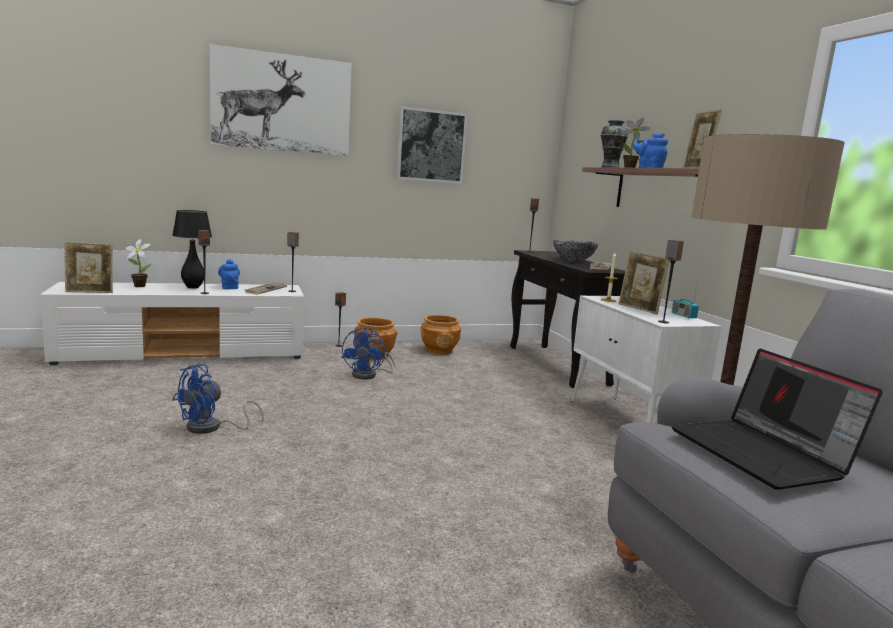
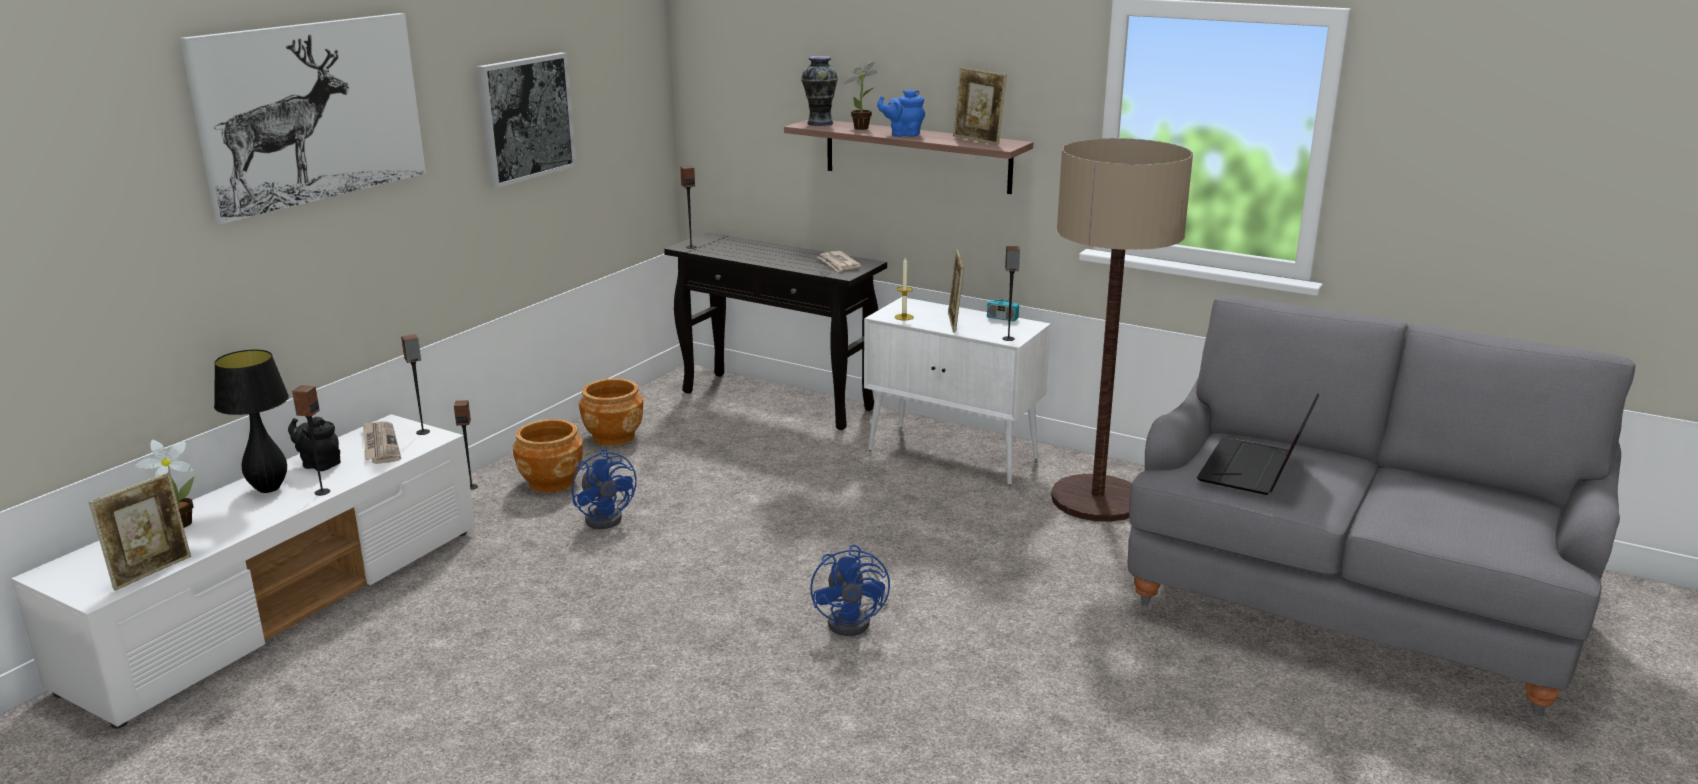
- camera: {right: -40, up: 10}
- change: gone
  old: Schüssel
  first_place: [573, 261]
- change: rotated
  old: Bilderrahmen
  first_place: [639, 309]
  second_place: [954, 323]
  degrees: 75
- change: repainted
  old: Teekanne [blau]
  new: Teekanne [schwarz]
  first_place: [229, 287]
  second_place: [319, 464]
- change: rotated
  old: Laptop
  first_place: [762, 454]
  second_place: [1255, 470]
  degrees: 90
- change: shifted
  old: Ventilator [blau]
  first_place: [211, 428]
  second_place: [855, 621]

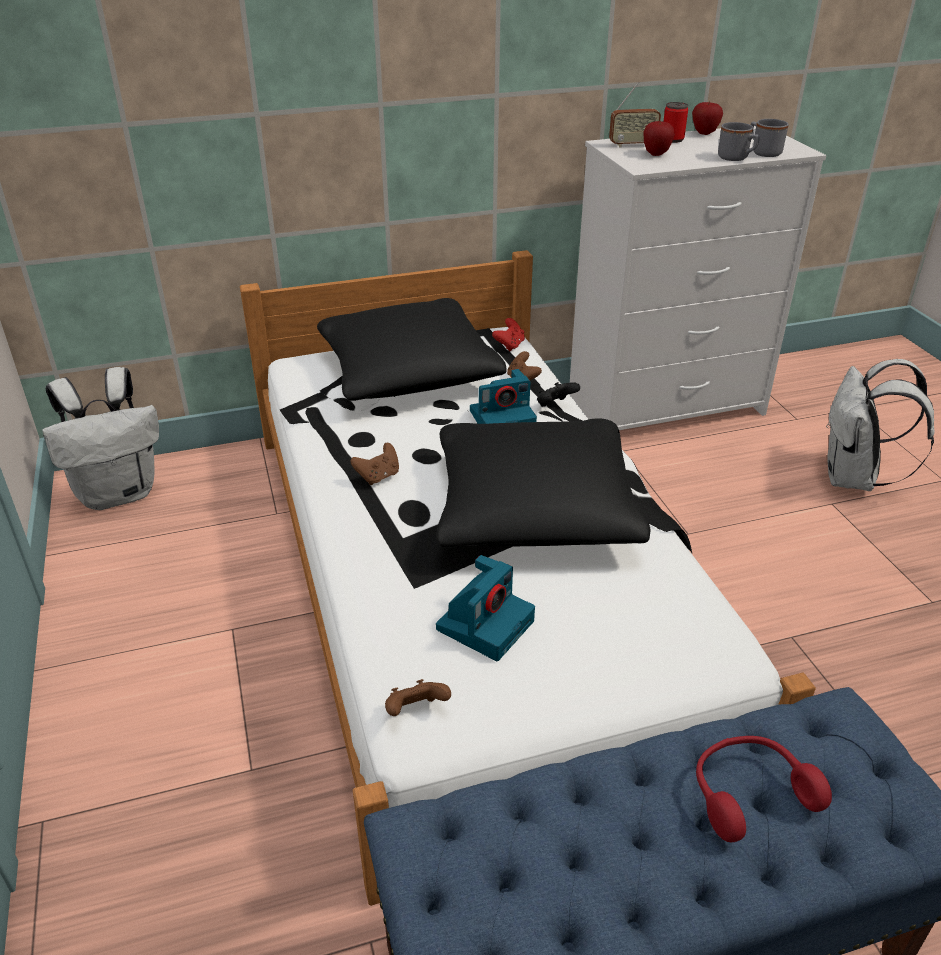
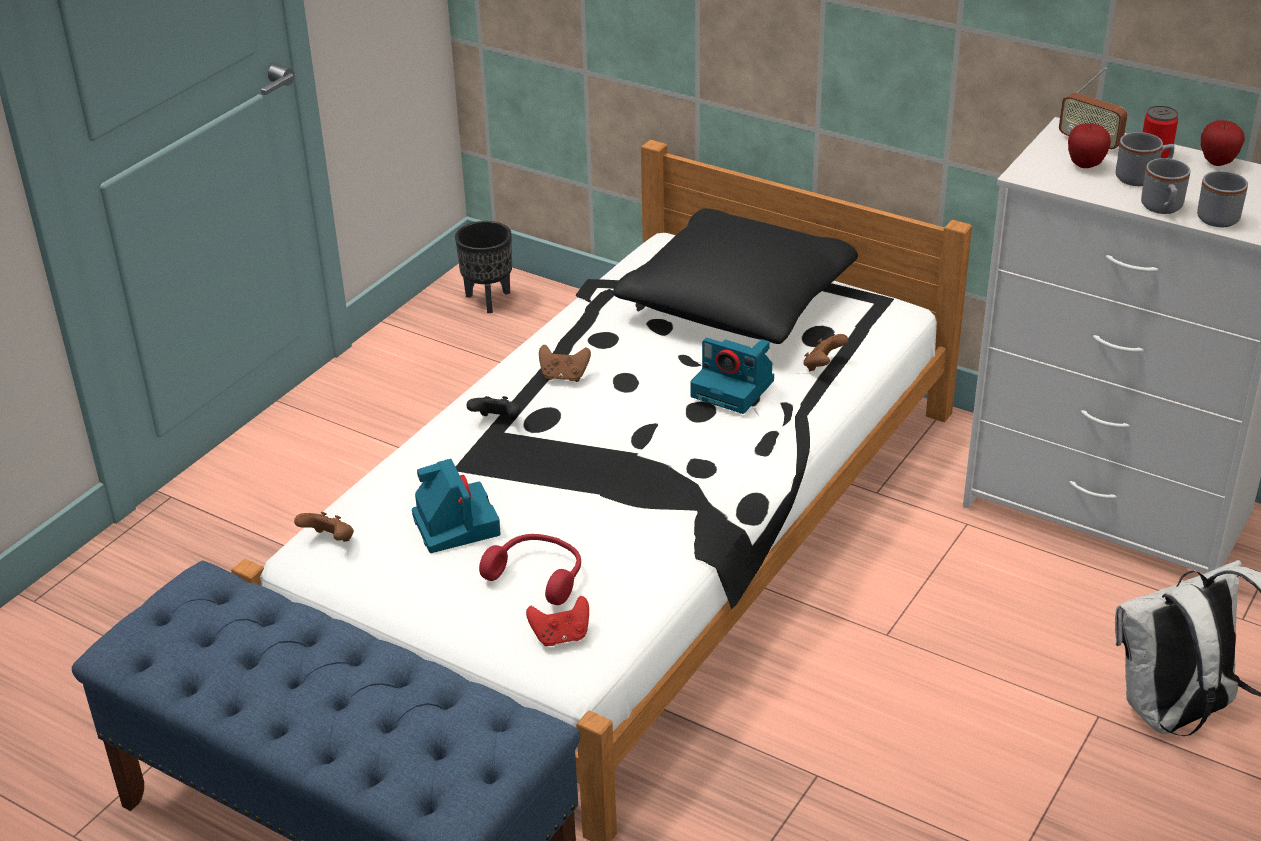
- camera: {right: 50, up: 0}
- change: shifted
  old: Gamepad [rot]
  first_place: [509, 345]
  second_place: [561, 636]
- change: swapped
  old: Rucksack [weiß]
  new: Pflanzkübel [schwarz]
  first_place: [120, 493]
  second_place: [489, 300]
- change: shifted
  old: Gamepad [schwarz]
  first_place: [555, 405]
  second_place: [497, 421]
- change: gone
  old: Kissen [schwarz]
  first_place: [534, 509]
- change: rotated
  old: Kamera
  first_place: [485, 623]
  second_place: [454, 523]
  degrees: -105
- change: shifted
  old: Kopfhörer [rot]
  first_place: [748, 793]
  second_place: [538, 575]
- change: new
  new: Henkelbecher [grau]
  second_place: [1142, 178]

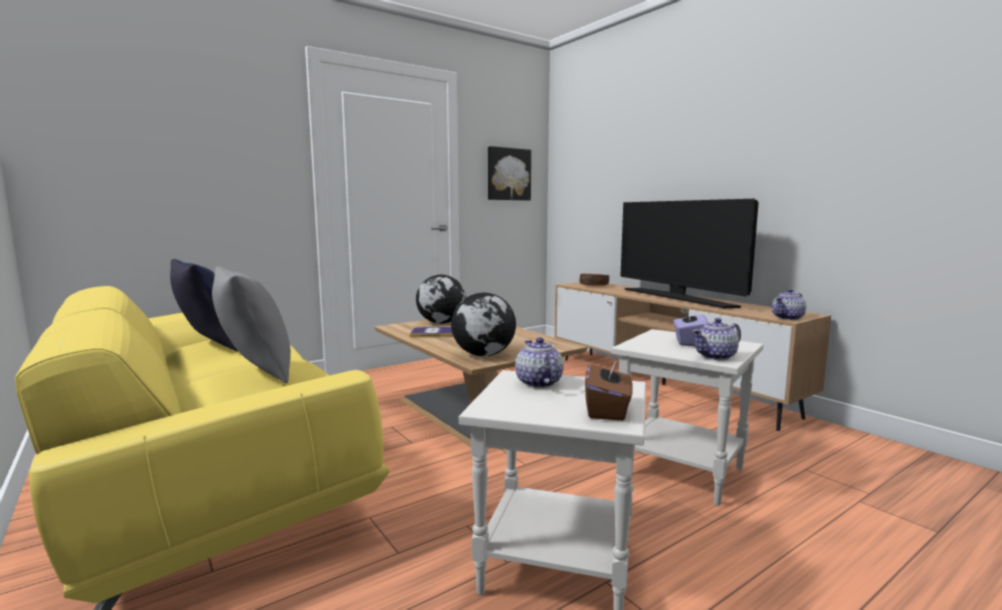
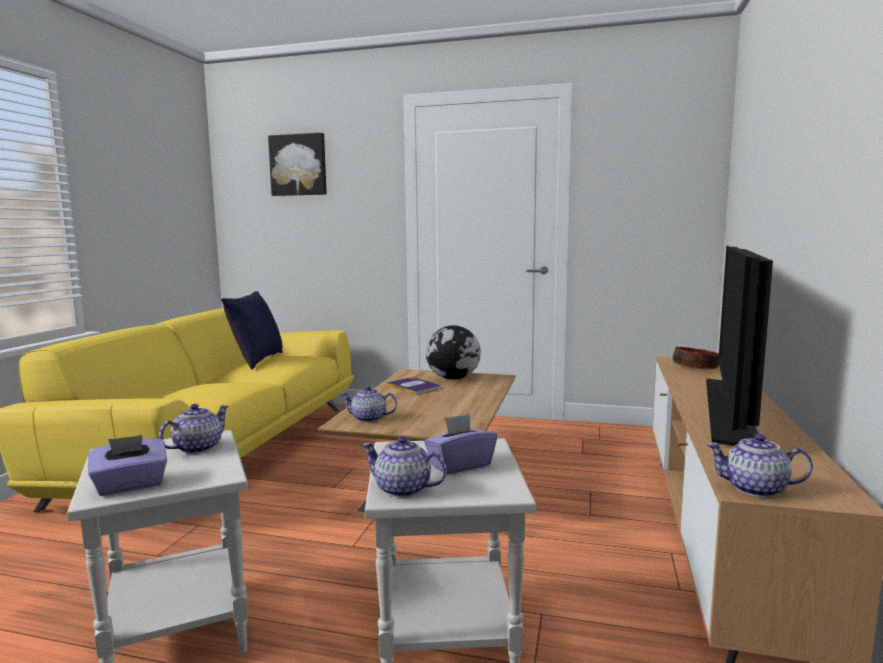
- camera: {right: 50, up: 0}
- change: shifted
  old: Bild
  first_place: [508, 174]
  second_place: [299, 165]
- change: gone
  old: Kissen [grau]
  first_place: [255, 373]
- change: swapped
  old: Globus
  new: Teekanne
  first_place: [484, 355]
  second_place: [369, 419]
- change: repainted
  old: Taschentuchbox [braun]
  new: Taschentuchbox [lila]
  first_place: [607, 410]
  second_place: [131, 485]

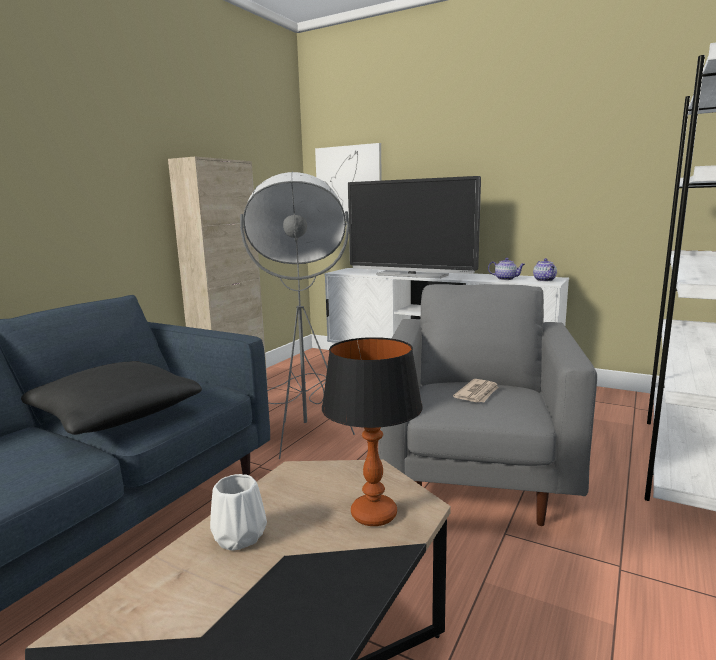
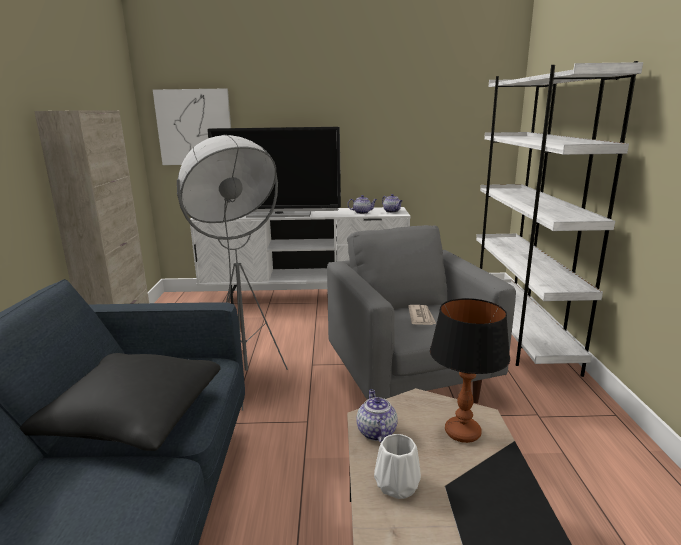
- camera: {right: -30, up: 5}
- change: new
  new: Teekanne
  second_place: [376, 432]

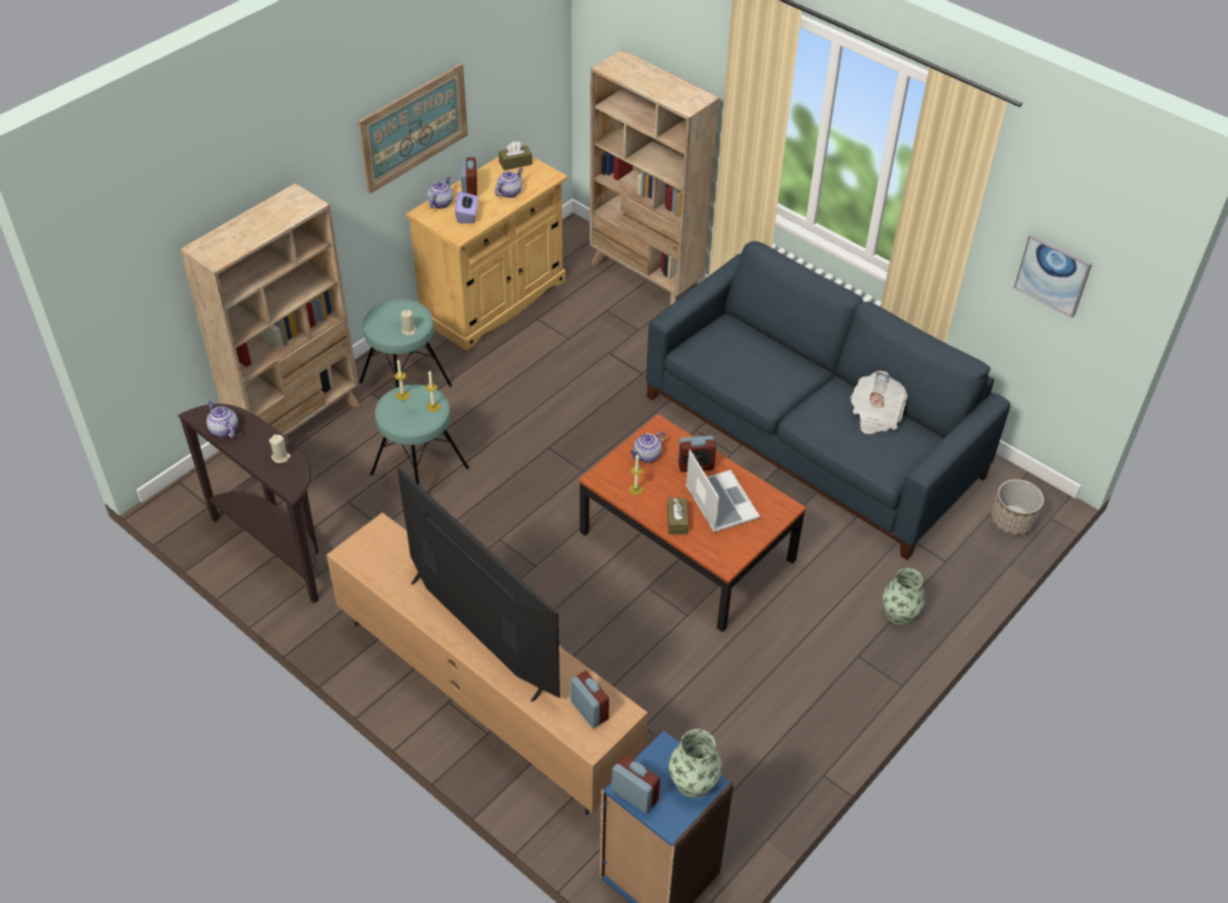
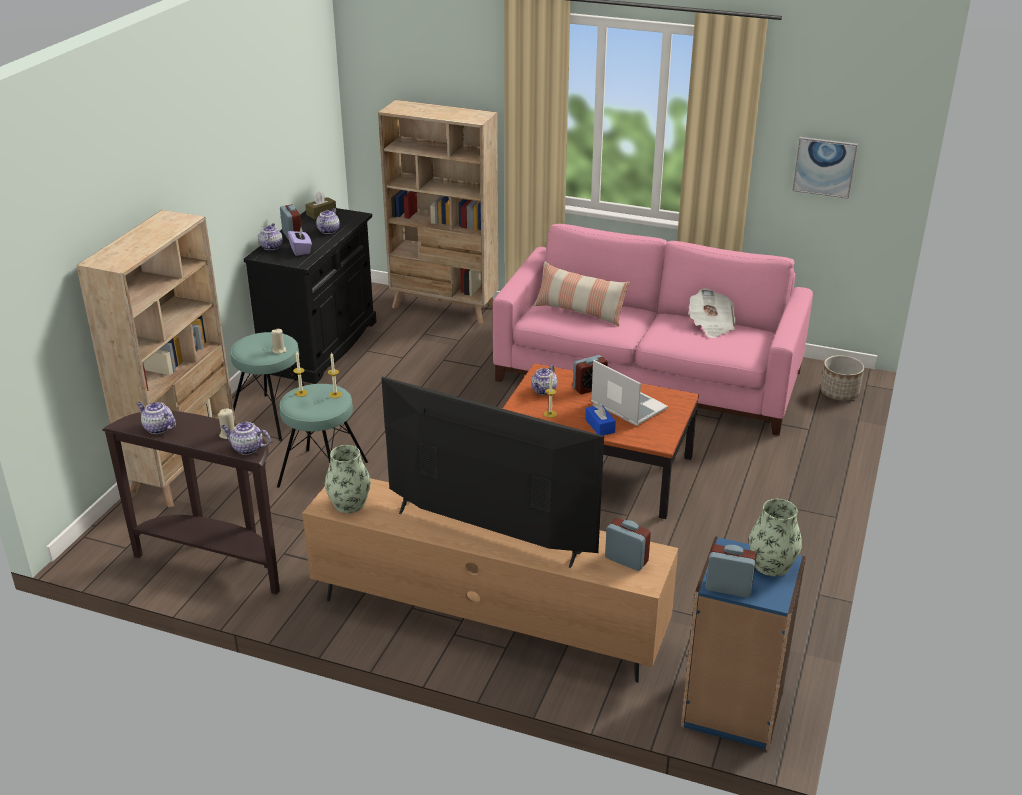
- camera: {right: -20, up: -15}
- change: gone
  old: Bild
  first_place: [414, 127]
- change: repainted
  old: Schrank [beige]
  new: Schrank [schwarz]
  first_place: [493, 300]
  second_place: [320, 346]
- change: repainted
  old: Sofa [blau]
  new: Sofa [rosa]
  first_place: [812, 437]
  second_place: [648, 376]
- change: repainted
  old: Taschentuchbox [braun]
  new: Taschentuchbox [blau]
  first_place: [677, 521]
  second_place: [600, 426]
- change: shifted
  old: Vase
  first_place: [900, 613]
  second_place: [349, 503]
- change: new
  new: Kissen
  second_place: [580, 312]
- change: new
  new: Teekanne
  second_place: [246, 448]

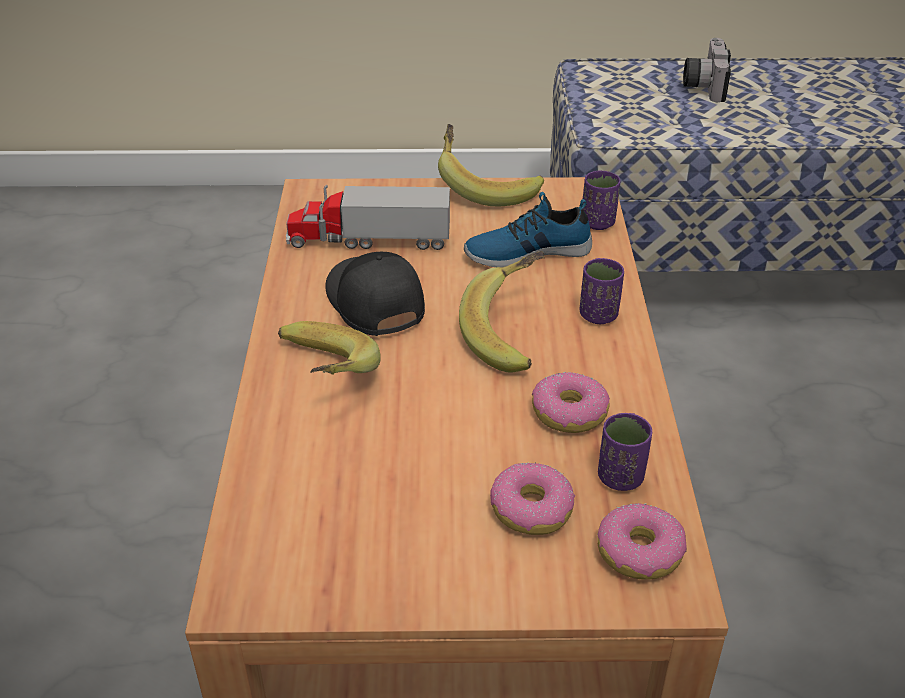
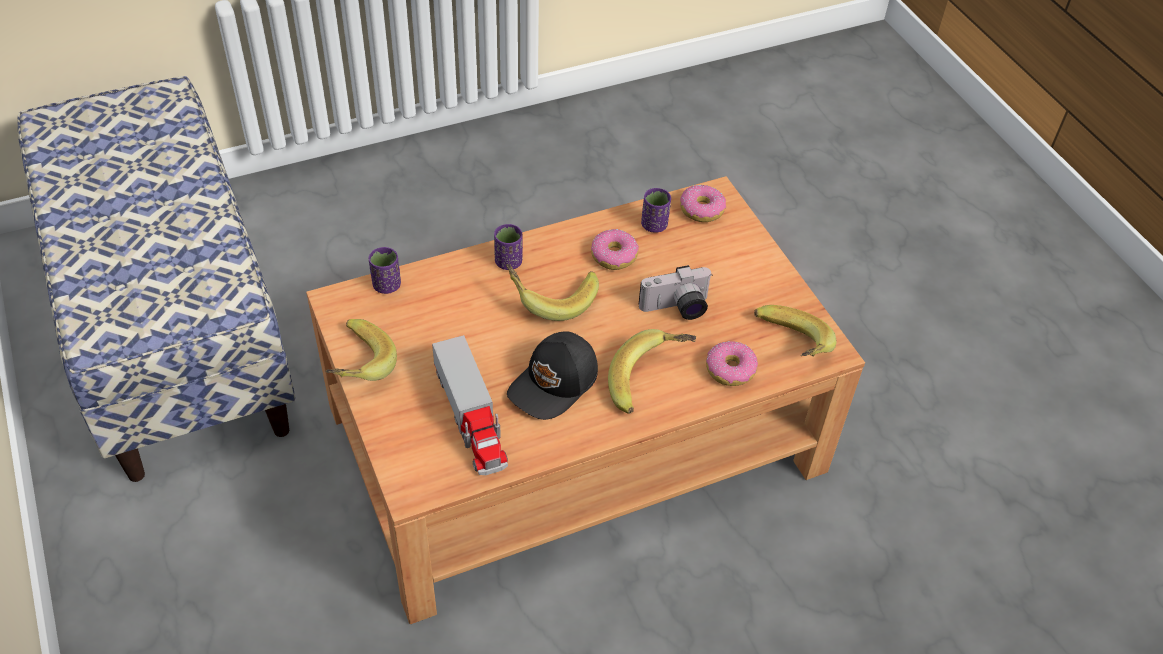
- camera: {right: -115, up: 10}
- change: shifted
  old: Kamera
  first_place: [702, 85]
  second_place: [676, 309]
- change: gone
  old: Schuh
  first_place: [527, 251]
- change: shifted
  old: Donut
  first_place: [531, 509]
  second_place: [730, 370]
- change: new
  new: Banane
  second_place: [788, 348]

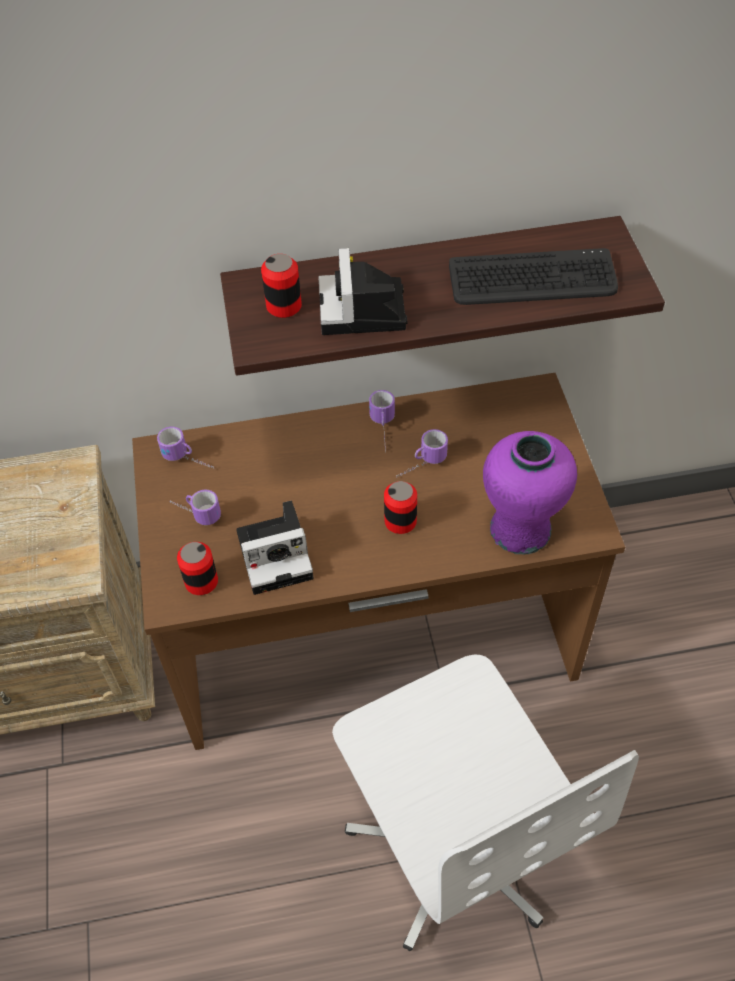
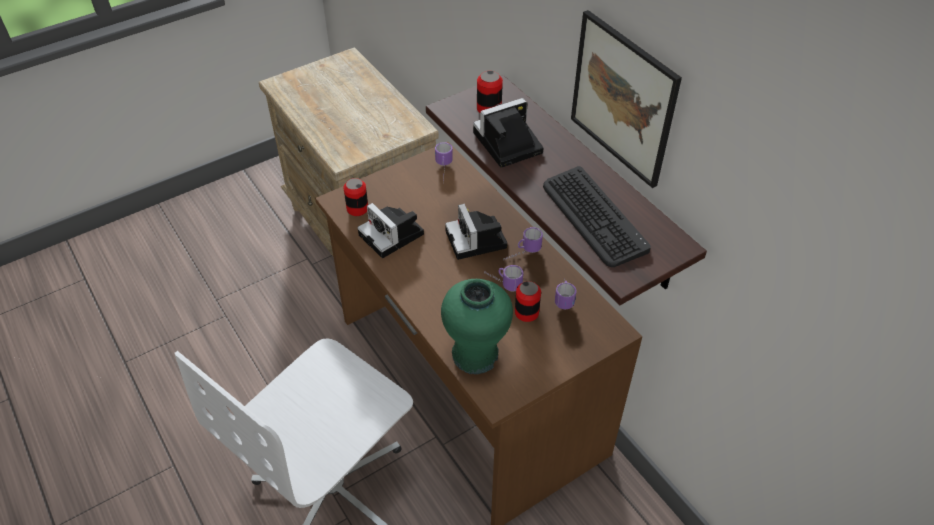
- camera: {right: 65, up: -5}
- change: repainted
  old: Vase [lila]
  new: Vase [grün]
  first_place: [519, 529]
  second_place: [475, 354]
- change: shifted
  old: Dose
  first_place: [400, 521]
  second_place: [526, 313]
- change: shifted
  old: Henkelbecher
  first_place: [195, 513]
  second_place: [564, 296]
- change: new
  new: Bild
  second_place: [623, 99]
- change: new
  new: Kamera
  second_place: [477, 241]

